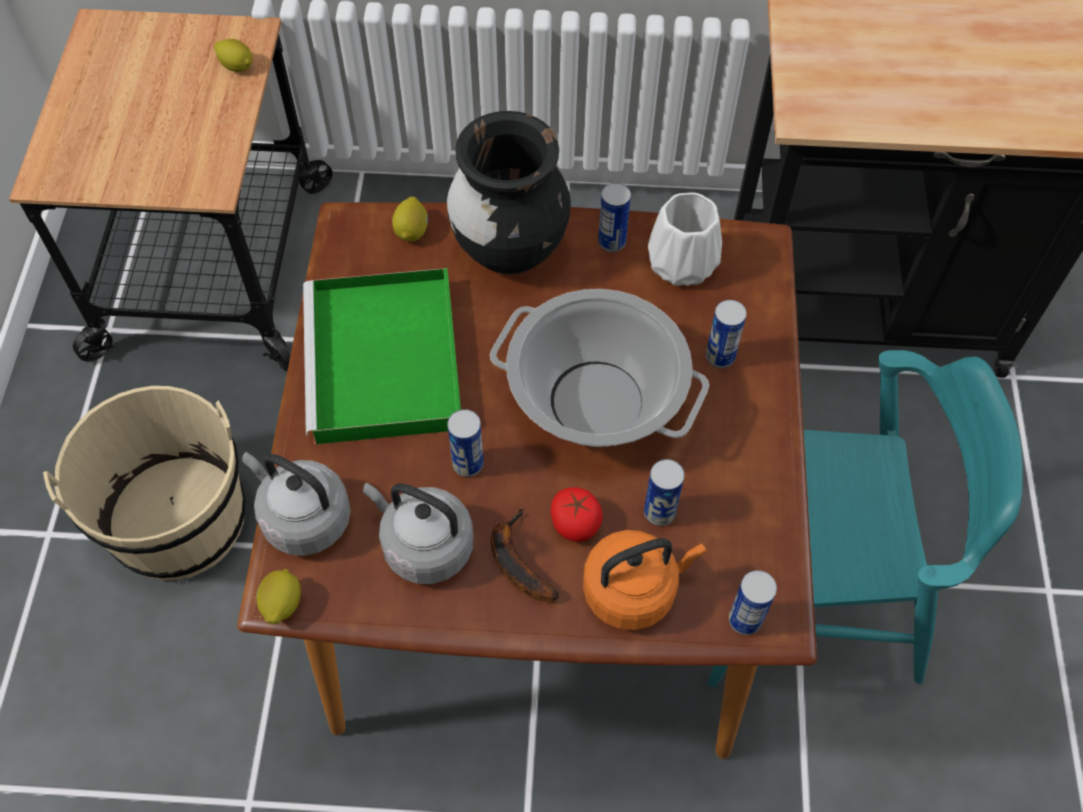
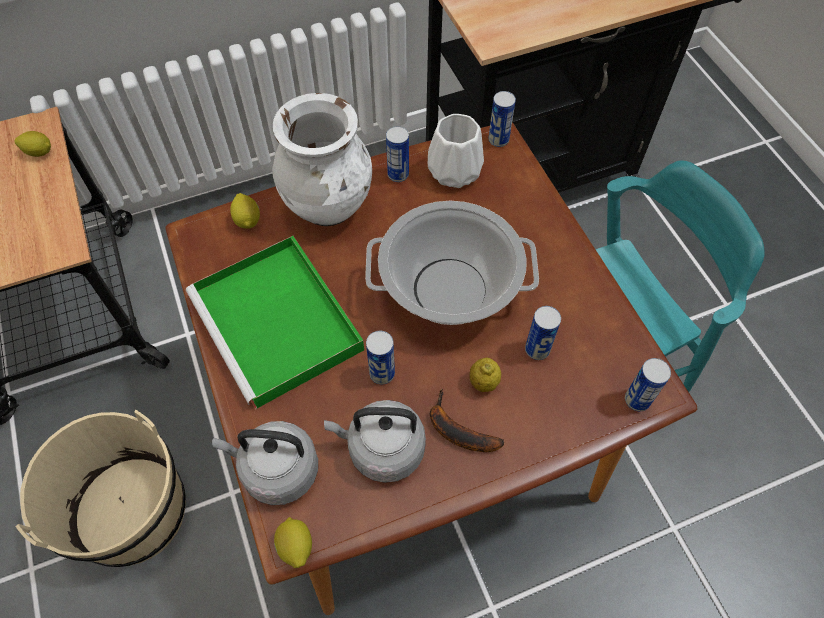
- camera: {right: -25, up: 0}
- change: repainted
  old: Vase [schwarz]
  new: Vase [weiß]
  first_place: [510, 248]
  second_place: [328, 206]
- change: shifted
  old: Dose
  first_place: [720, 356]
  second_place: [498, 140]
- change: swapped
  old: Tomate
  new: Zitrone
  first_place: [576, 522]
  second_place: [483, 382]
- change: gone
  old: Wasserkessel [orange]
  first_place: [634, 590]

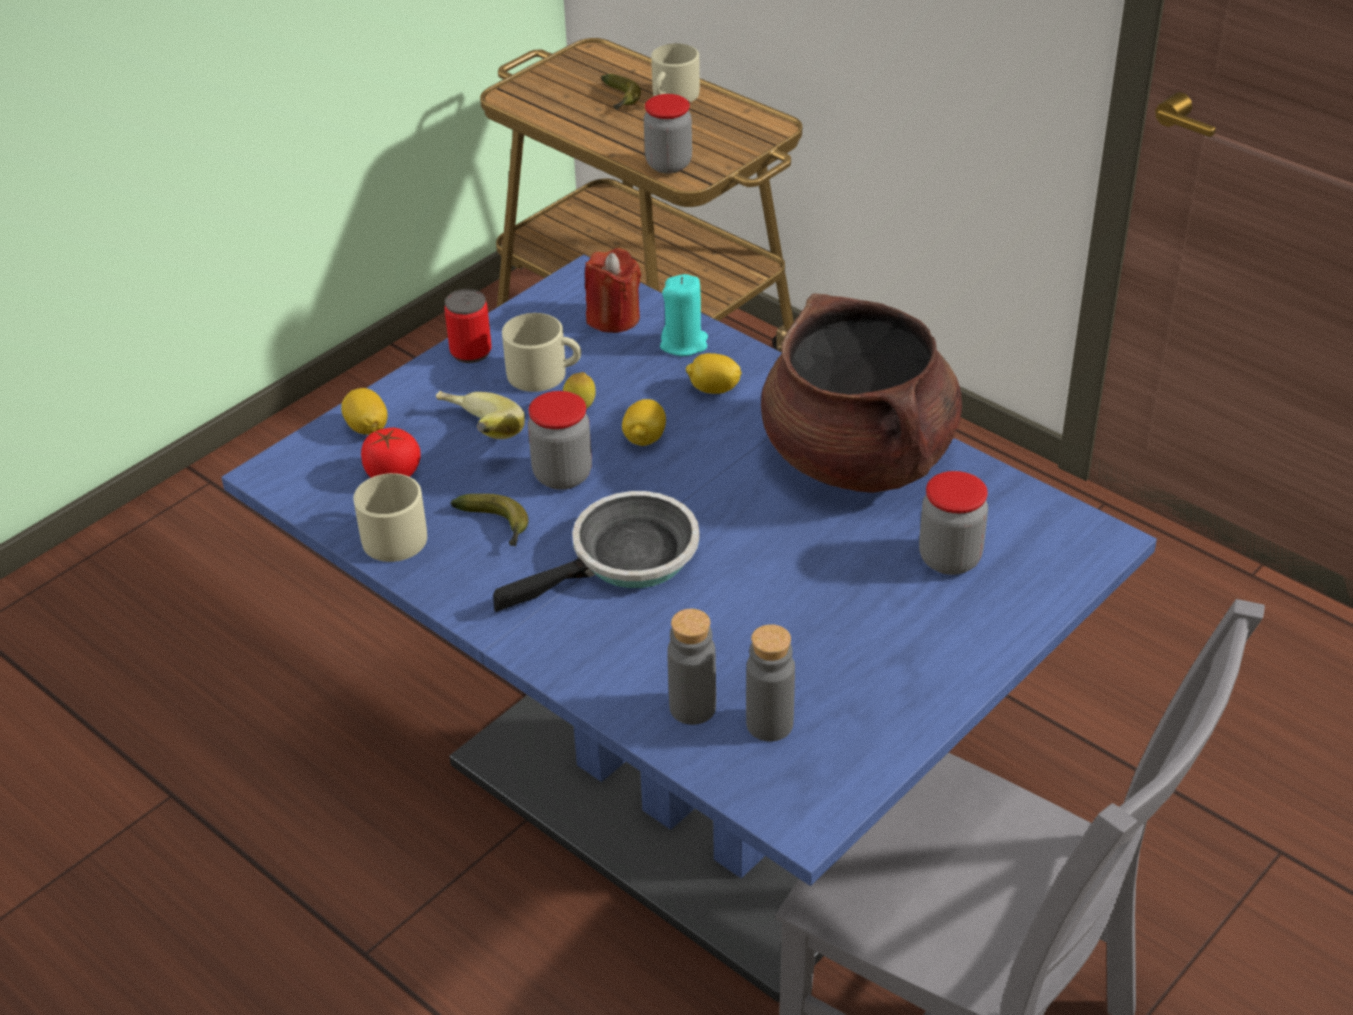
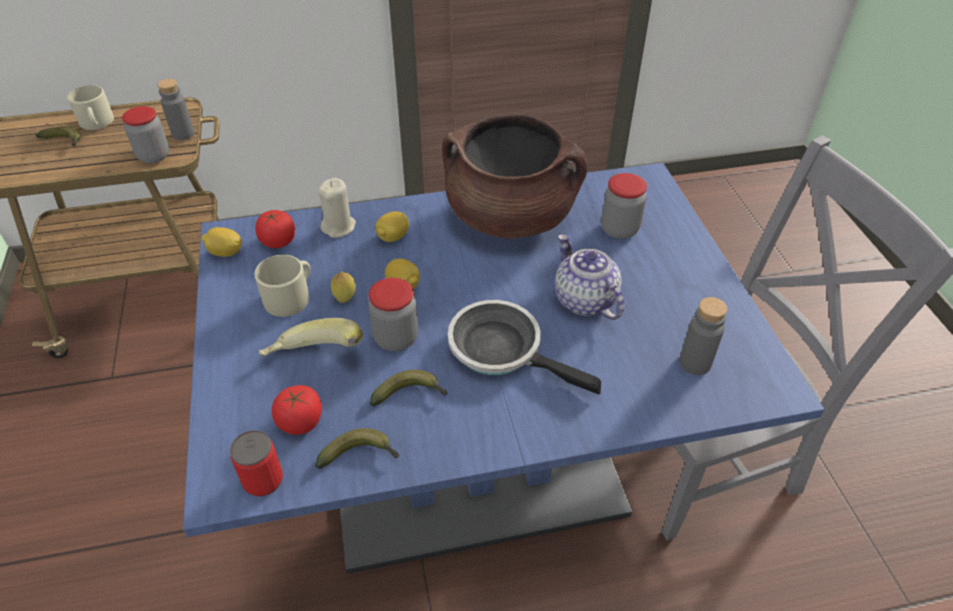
- camera: {right: -55, up: 5}
- change: swapped
  old: Kerze [rot]
  new: Tomate
  first_place: [613, 318]
  second_place: [278, 241]
- change: repainted
  old: Kerze [türkis]
  new: Kerze [beige]
  first_place: [684, 344]
  second_place: [339, 227]
- change: shifted
  old: Dose
  first_place: [471, 352]
  second_place: [263, 480]
- change: shifted
  old: Zitrone
  first_place: [367, 428]
  second_place: [225, 253]
- change: swapped
  old: Henkelbecher [beige]
  new: Banane
  first_place: [390, 534]
  second_place: [361, 455]
- change: rotated
  old: Pfanne
  first_place: [626, 559]
  second_place: [502, 350]
  degrees: -60
- change: shifted
  old: Flasche [grau]
  first_place: [692, 708]
  second_place: [183, 134]
- change: new
  new: Teekanne
  second_place: [584, 300]

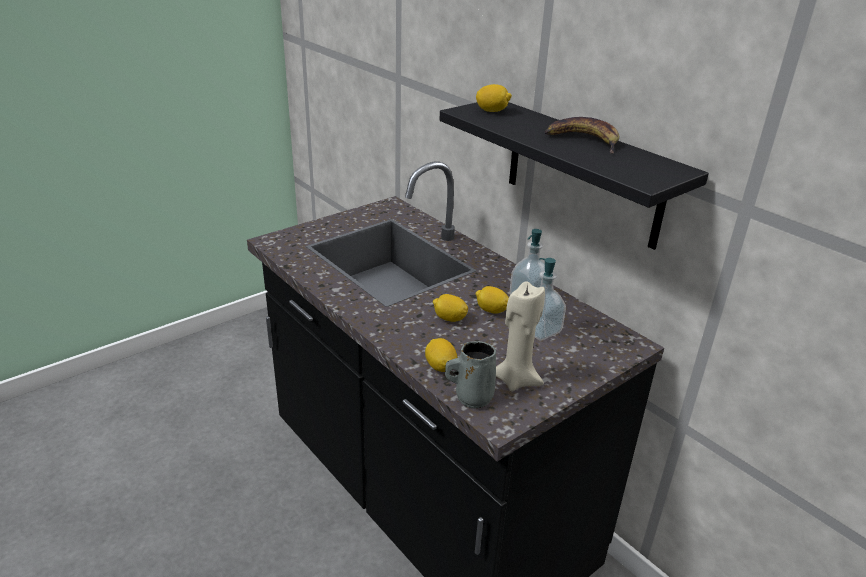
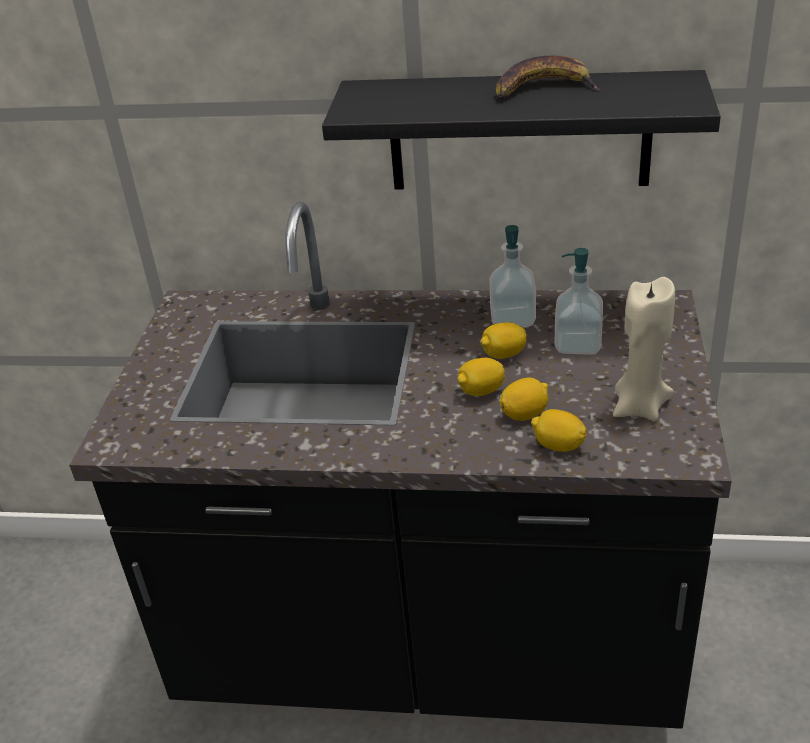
- camera: {right: -40, up: 5}
- change: shifted
  old: Zitrone
  first_place: [492, 111]
  second_place: [524, 414]
- change: gone
  old: Henkelbecher [grau]
  first_place: [471, 397]

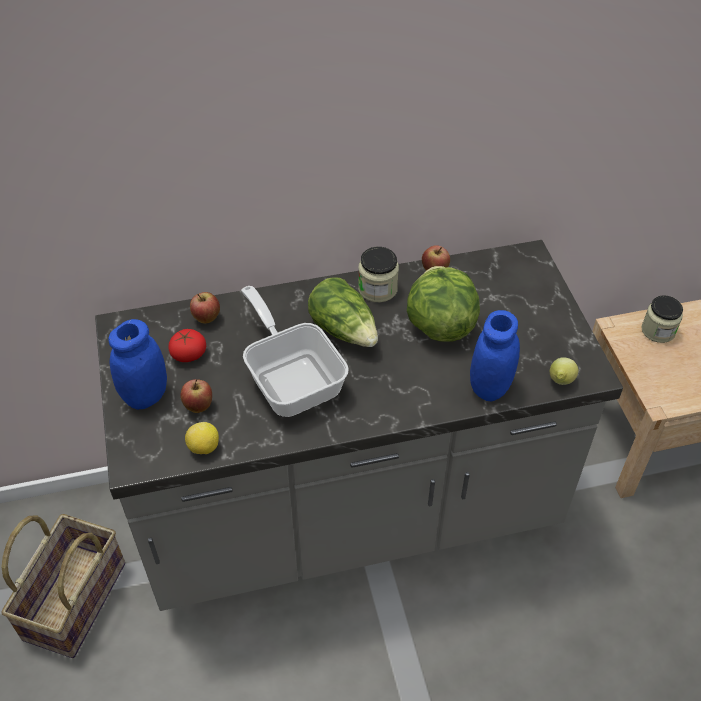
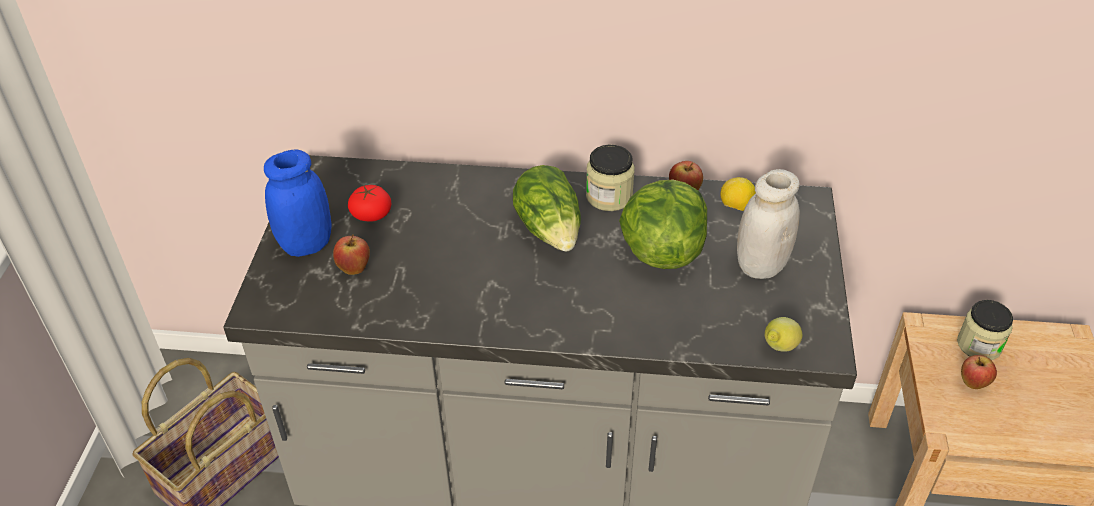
- camera: {right: 20, up: -5}
- change: gone
  old: Pfanne
  first_place: [292, 377]
- change: shifted
  old: Apfel
  first_place: [206, 319]
  second_place: [973, 383]
- change: gone
  old: Vorratsglas [blau]
  first_place: [490, 387]
- change: shifted
  old: Zitrone
  first_place: [204, 448]
  second_place: [735, 207]
- change: new
  new: Vorratsglas [weiß]
  second_place: [761, 265]

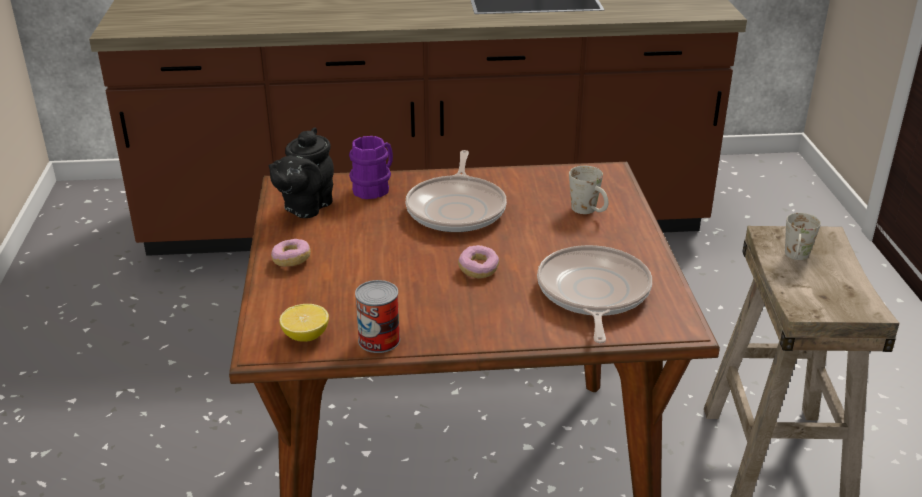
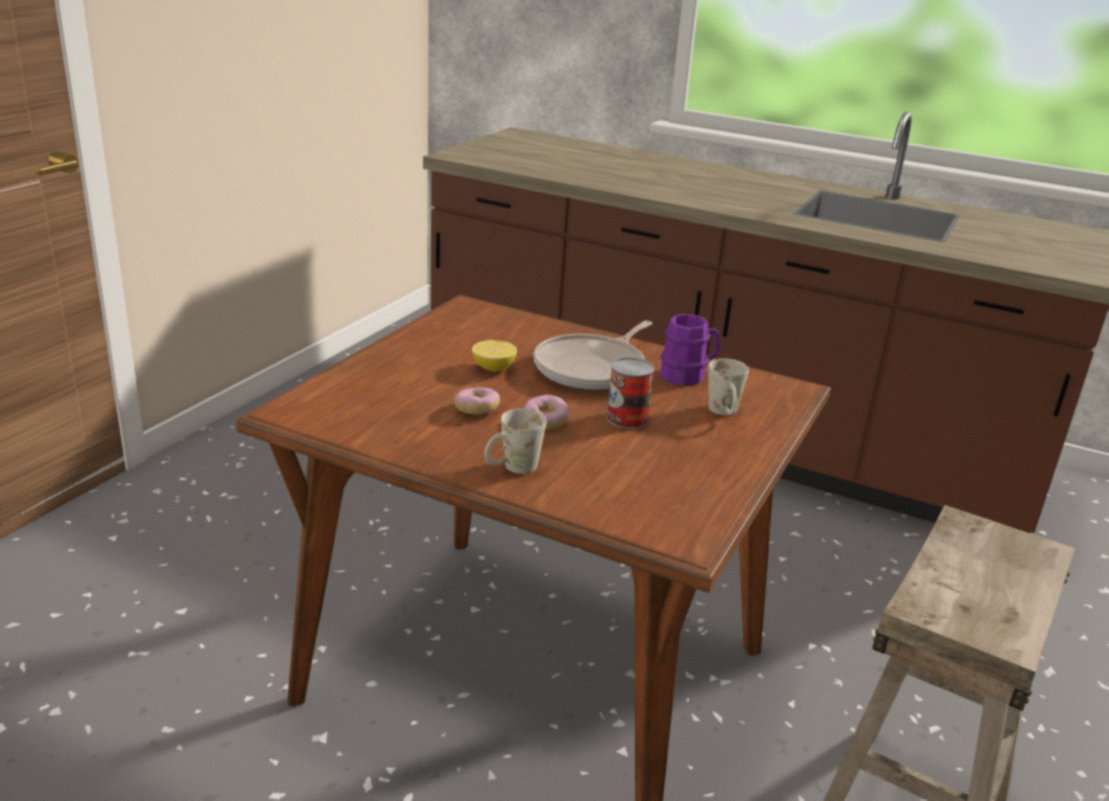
- camera: {right: 30, up: -5}
- change: gone
  old: Teekanne [schwarz]
  first_place: [305, 207]
- change: shifted
  old: Henkelbecher [lila]
  first_place: [375, 187]
  second_place: [688, 375]
- change: shifted
  old: Henkelbecher [weiß]
  first_place: [796, 258]
  second_place: [512, 469]
- change: shifted
  old: Donut
  first_place: [291, 260]
  second_place: [477, 410]
- change: gone
  old: Pfanne
  first_place: [592, 294]
- change: shifted
  old: Dose
  first_place: [379, 340]
  second_place: [627, 418]
- change: shifted
  old: Zitrone
  first_place: [305, 336]
  second_place: [493, 368]

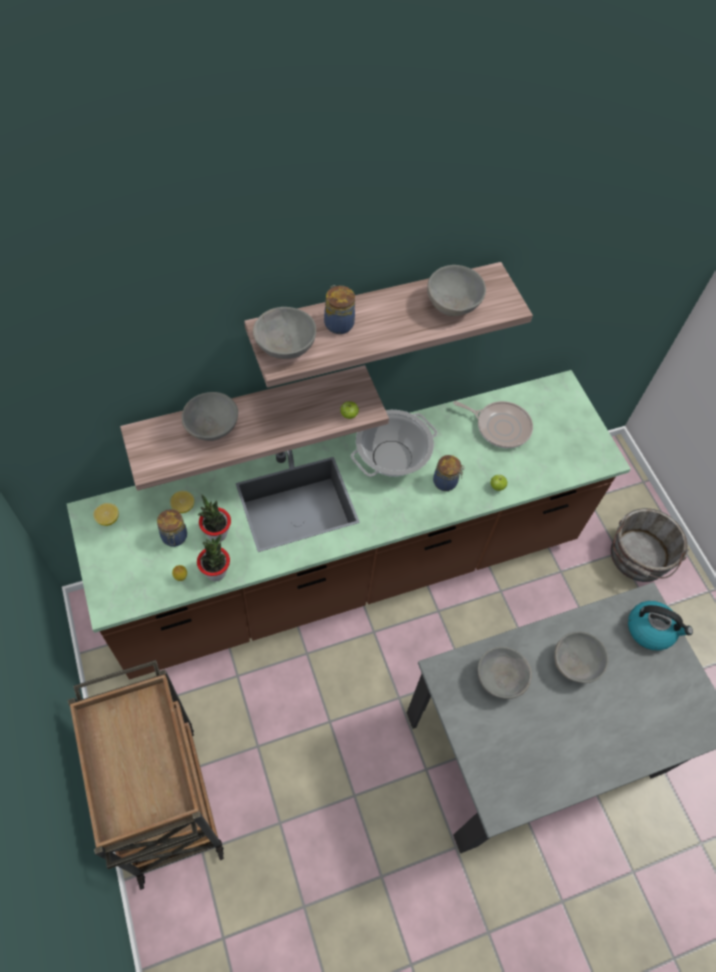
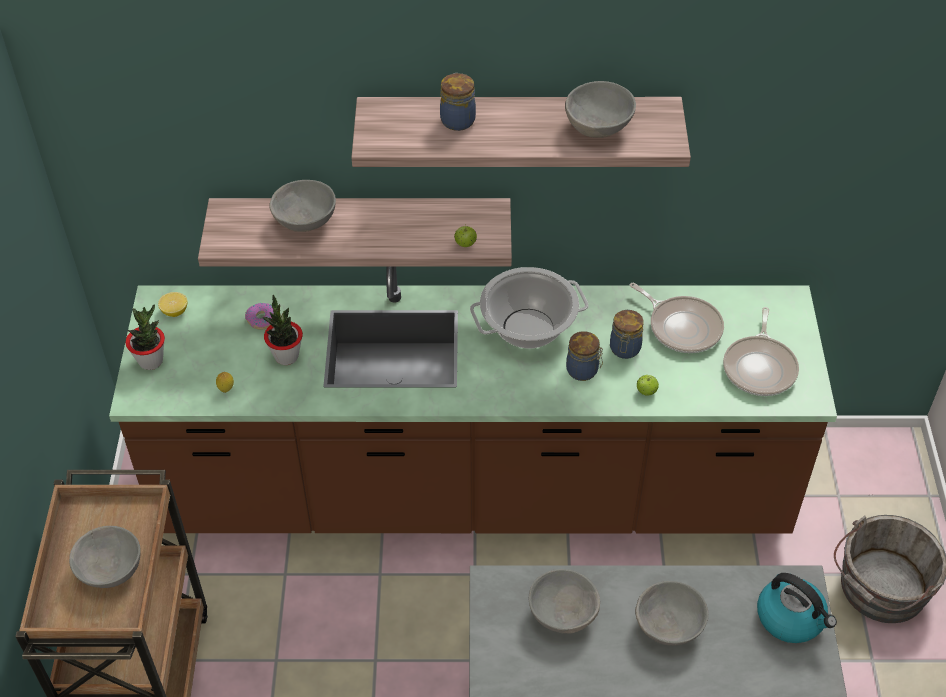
- camera: {right: 25, up: -10}
- change: shifted
  old: Schüssel [grau]
  first_place: [285, 348]
  second_place: [110, 572]
- change: swapped
  old: Zitrone
  new: Donut
  first_place: [183, 506]
  second_place: [261, 319]
- change: shifted
  old: Vorratsglas
  first_place: [174, 537]
  second_place: [624, 349]
- change: shifted
  old: Topfpflanze
  first_place: [216, 572]
  second_place: [151, 361]
- change: new
  new: Pfanne
  second_place: [760, 367]

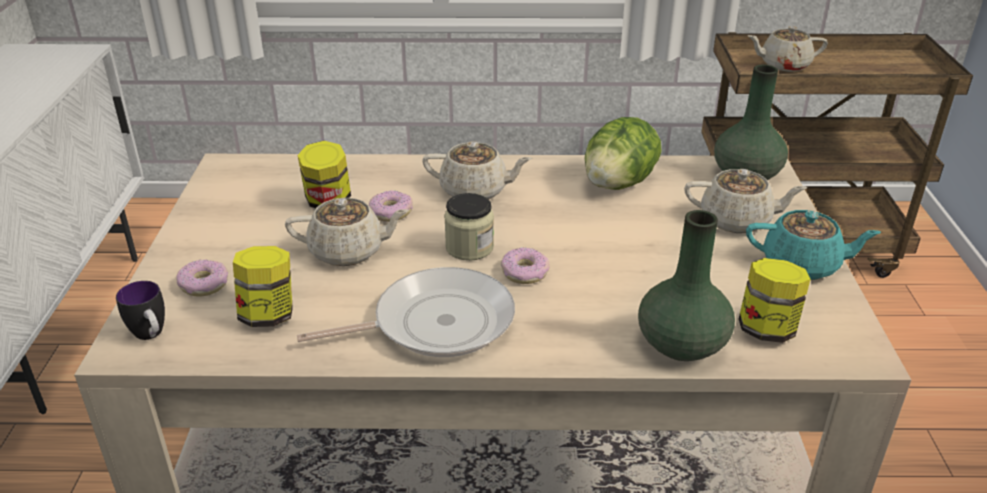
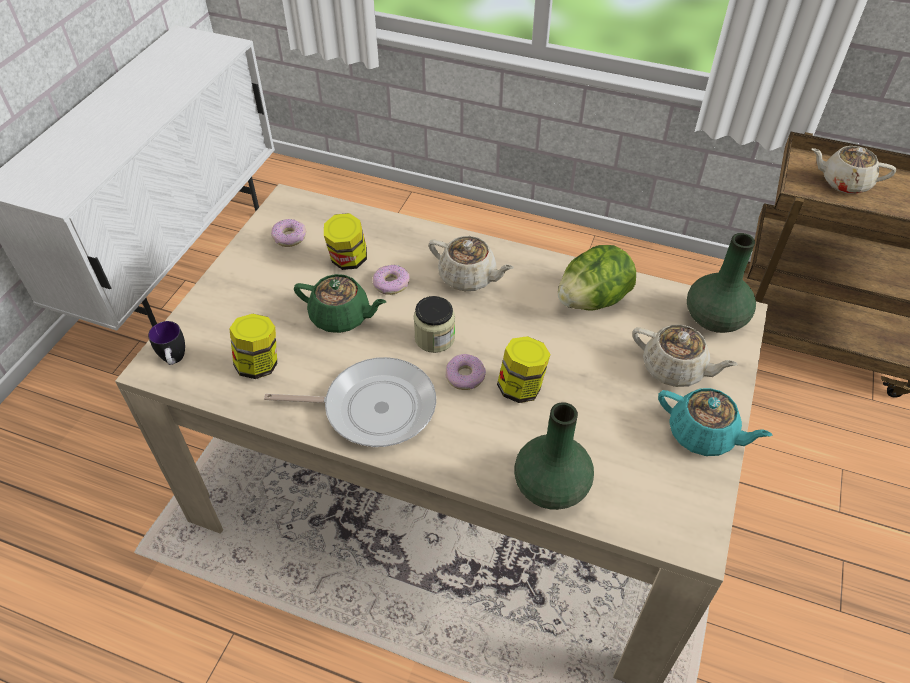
- camera: {right: 20, up: 15}
- change: repainted
  old: Teekanne [beige]
  new: Teekanne [grün]
  first_place: [348, 251]
  second_place: [341, 317]
- change: shifted
  old: Vorratsglas
  first_place: [766, 329]
  second_place: [521, 387]
- change: shifted
  old: Donut
  first_place: [204, 284]
  second_place: [289, 237]

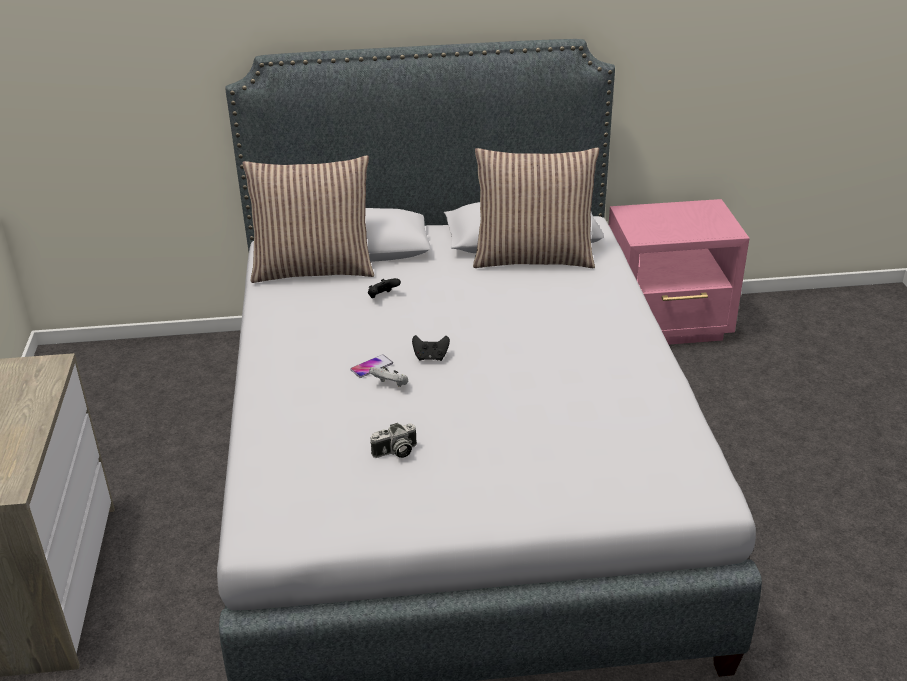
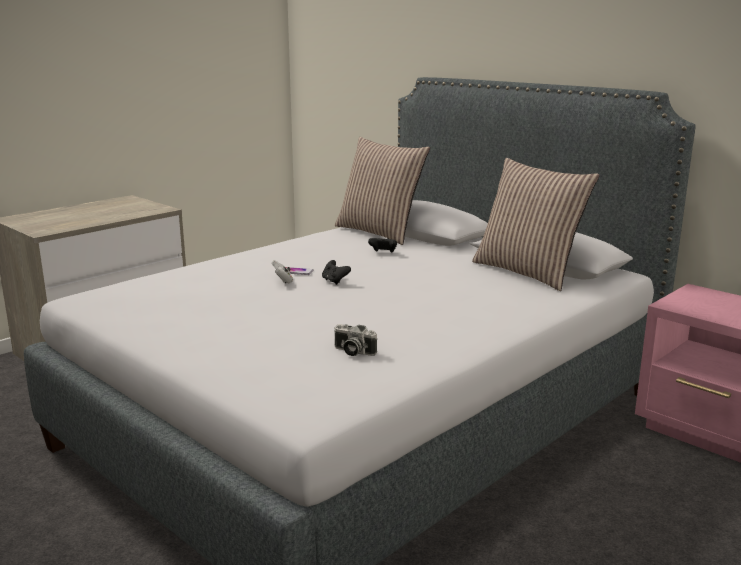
- camera: {right: 50, up: -15}
- change: shifted
  old: Kamera
  first_place: [395, 452]
  second_place: [352, 352]

